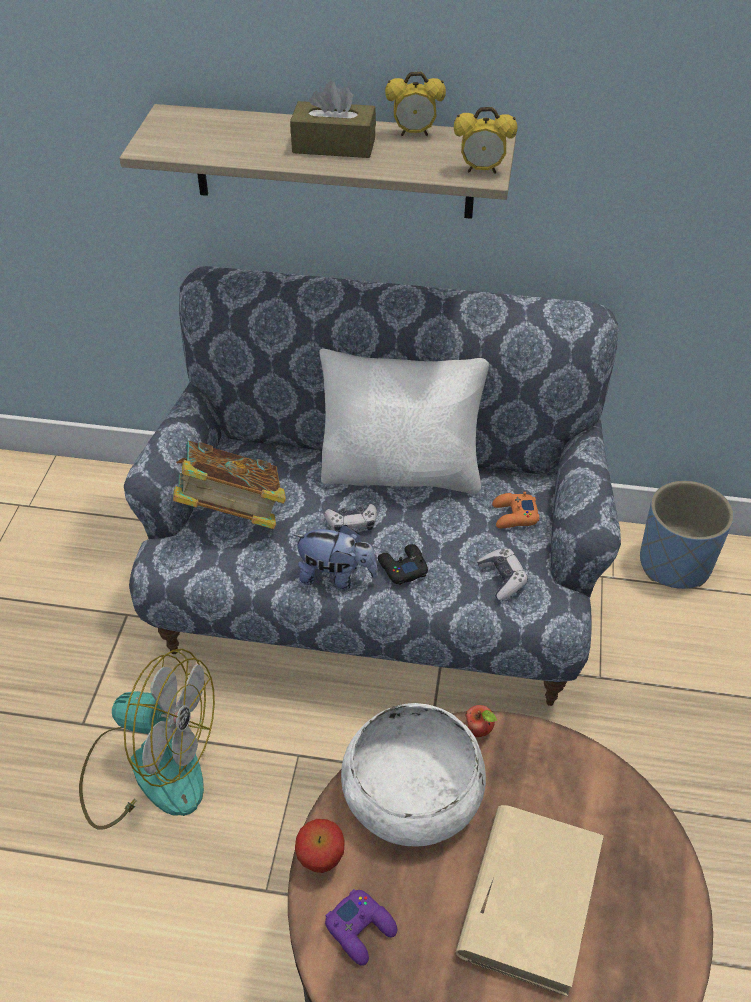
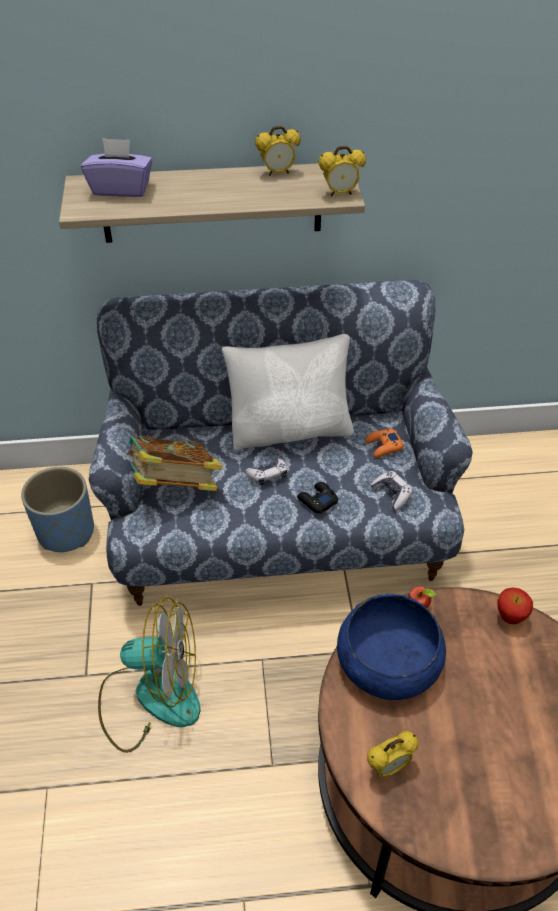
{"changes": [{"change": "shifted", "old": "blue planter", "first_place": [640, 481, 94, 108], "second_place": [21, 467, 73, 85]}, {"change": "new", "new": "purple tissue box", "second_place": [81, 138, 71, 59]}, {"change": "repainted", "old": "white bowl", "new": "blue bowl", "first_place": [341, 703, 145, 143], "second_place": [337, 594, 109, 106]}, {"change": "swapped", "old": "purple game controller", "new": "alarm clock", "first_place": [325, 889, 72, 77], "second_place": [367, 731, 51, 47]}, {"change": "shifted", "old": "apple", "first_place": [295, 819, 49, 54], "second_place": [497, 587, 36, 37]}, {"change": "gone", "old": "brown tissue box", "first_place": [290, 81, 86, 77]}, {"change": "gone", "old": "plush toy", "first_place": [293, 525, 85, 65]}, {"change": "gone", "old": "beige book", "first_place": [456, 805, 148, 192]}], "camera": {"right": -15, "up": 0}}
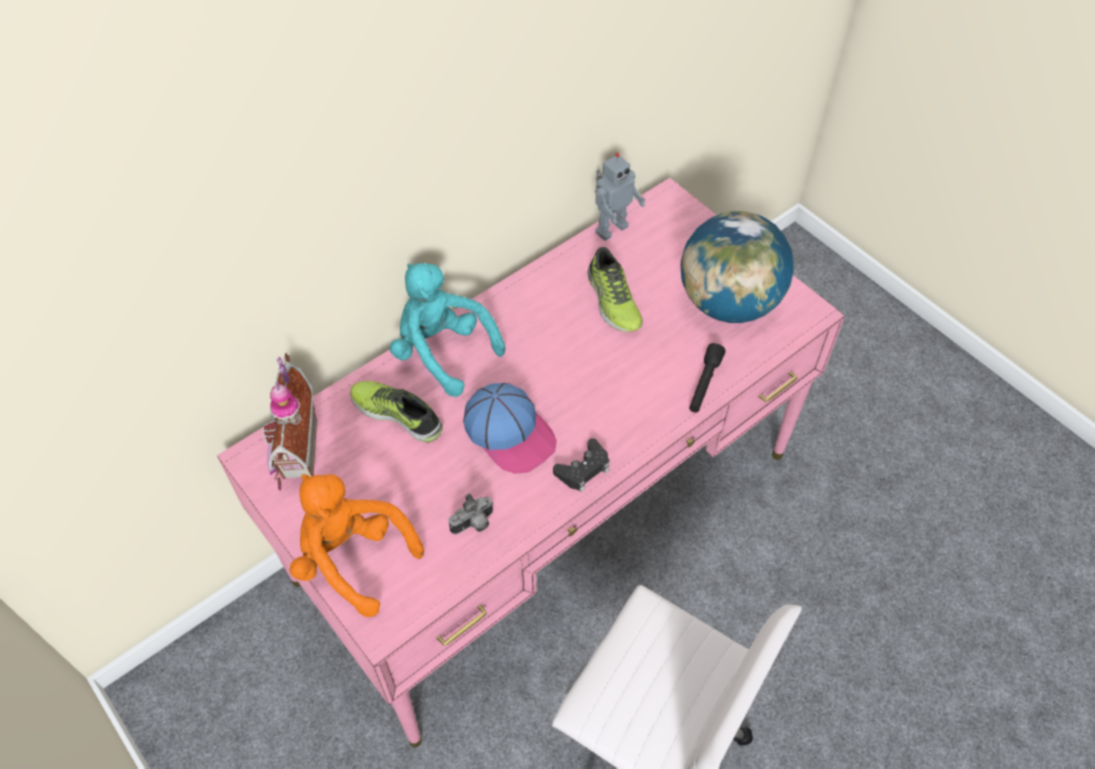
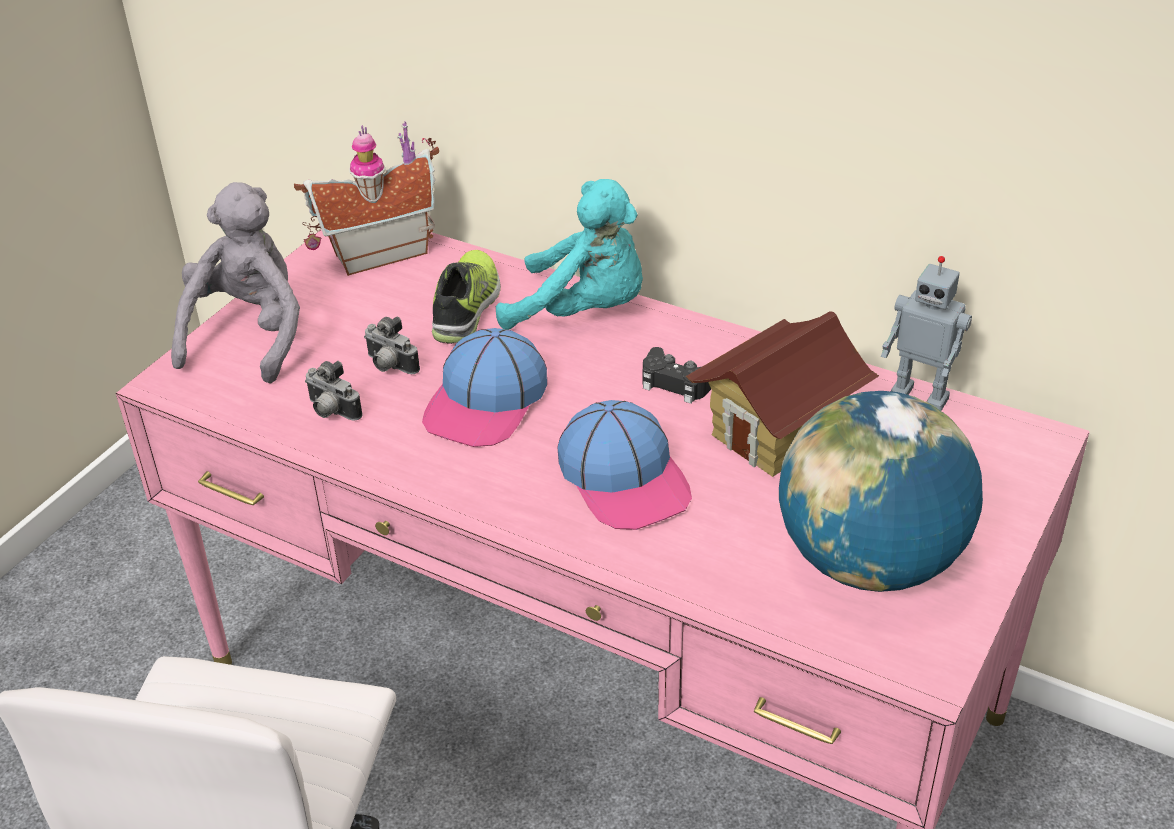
{"changes": [{"change": "repainted", "old": "orange plush toy", "new": "grey plush toy", "first_place": [290, 474, 134, 143], "second_place": [171, 182, 129, 201]}, {"change": "new", "new": "photo camera", "second_place": [364, 316, 56, 58]}, {"change": "rotated", "old": "turquoise plush toy", "first_place": [390, 263, 115, 134], "second_place": [496, 179, 147, 151], "degrees": 90}, {"change": "new", "new": "cap", "second_place": [558, 400, 134, 130]}, {"change": "shifted", "old": "black game controller", "first_place": [553, 438, 57, 54], "second_place": [643, 347, 68, 57]}, {"change": "swapped", "old": "shoe", "new": "toy house", "first_place": [588, 247, 55, 85], "second_place": [686, 311, 193, 166]}, {"change": "gone", "old": "black flashlight", "first_place": [689, 343, 37, 70]}], "camera": {"right": 70, "up": -15}}
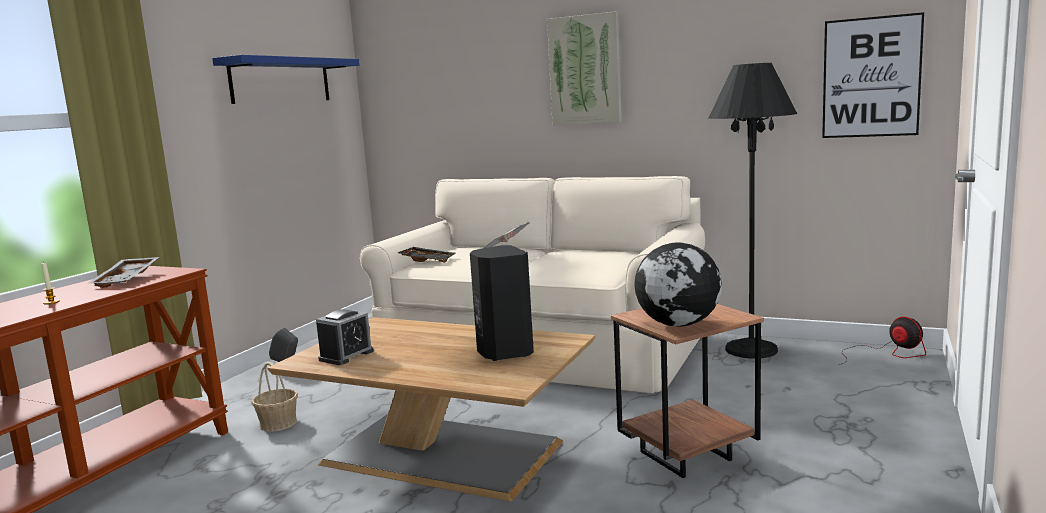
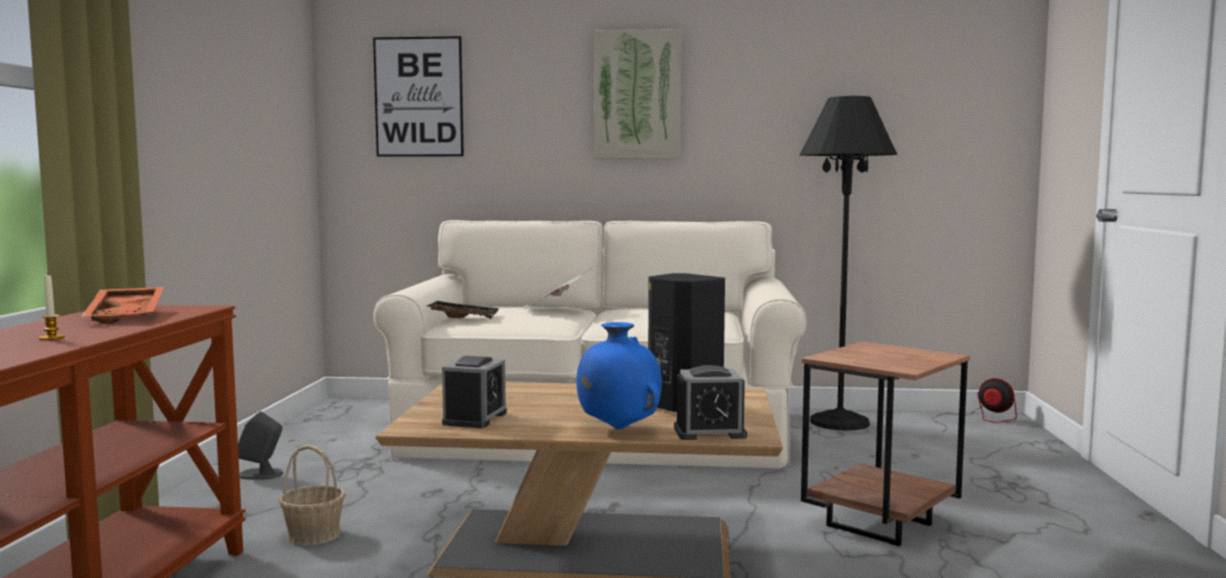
{"changes": [{"change": "repainted", "old": "grey tray", "new": "orange tray", "first_place": [87, 257, 72, 31], "second_place": [81, 287, 83, 37]}, {"change": "shifted", "old": "picture", "first_place": [822, 12, 102, 126], "second_place": [373, 36, 91, 121]}, {"change": "new", "new": "blue vase", "second_place": [576, 322, 86, 107]}, {"change": "new", "new": "alarm clock", "second_place": [674, 365, 73, 75]}, {"change": "gone", "old": "blue shelf", "first_place": [212, 55, 148, 49]}, {"change": "gone", "old": "globe", "first_place": [634, 243, 88, 83]}], "camera": {"right": -20, "up": -5}}
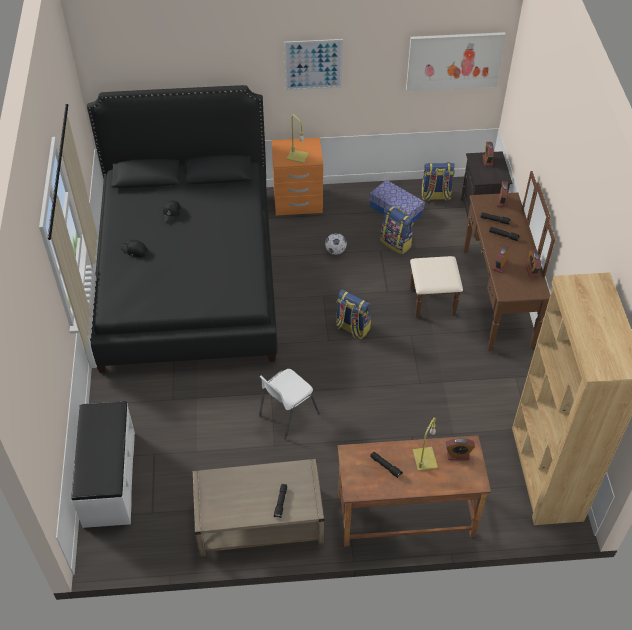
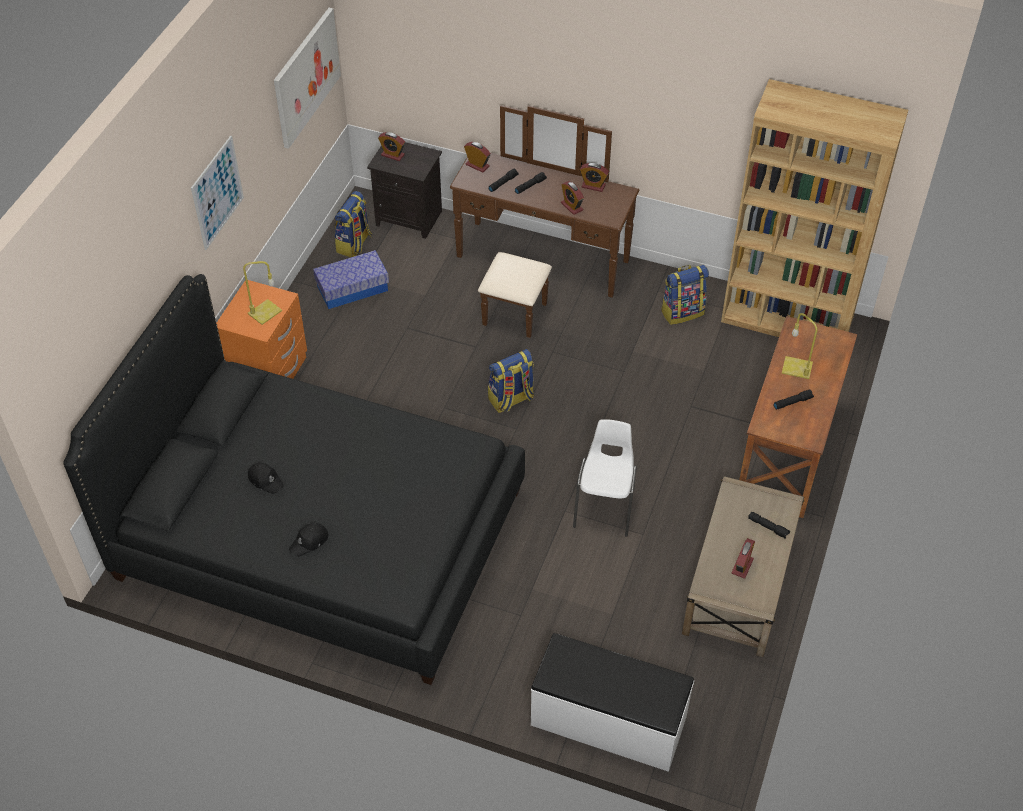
{"changes": [{"change": "rotated", "old": "white chair", "first_place": [259, 369, 61, 71], "second_place": [573, 419, 64, 118], "degrees": -150}, {"change": "shifted", "old": "backpack", "first_place": [380, 205, 34, 50], "second_place": [661, 265, 48, 60]}, {"change": "shifted", "old": "alarm clock", "first_place": [446, 438, 29, 22], "second_place": [732, 538, 23, 41]}, {"change": "gone", "old": "football", "first_place": [325, 233, 22, 22]}], "camera": {"right": -65, "up": 0}}
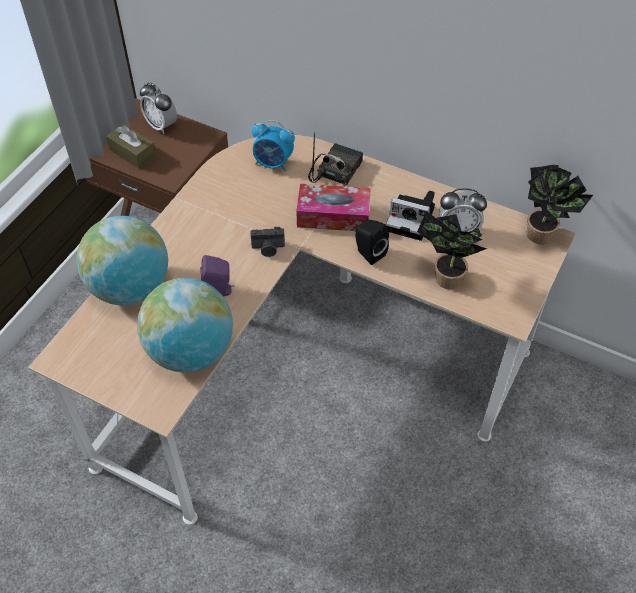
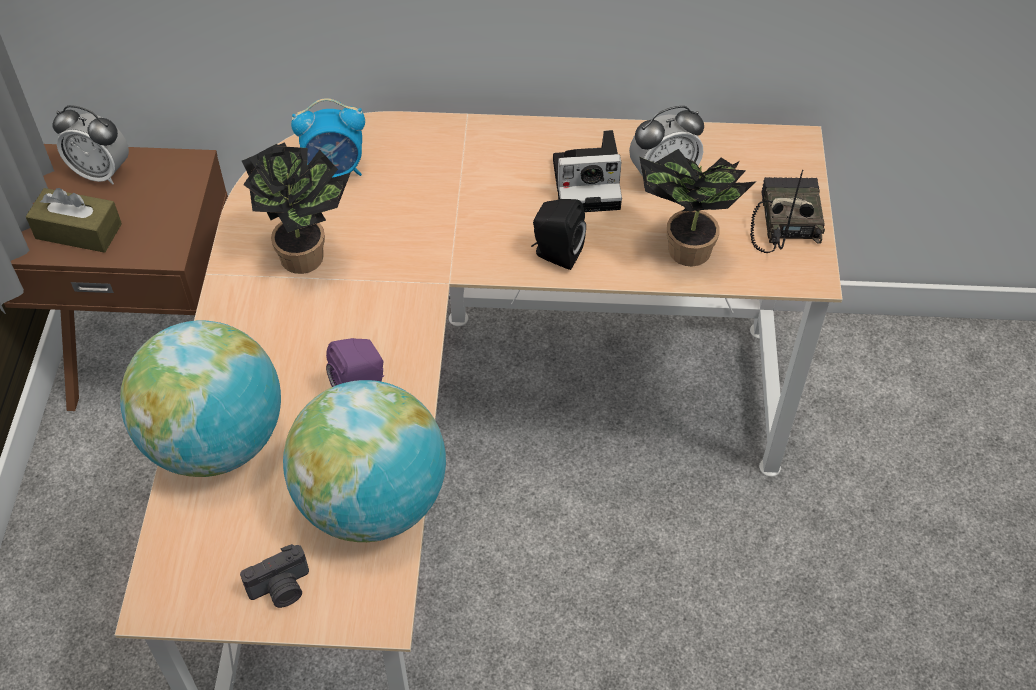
{"changes": [{"change": "shifted", "old": "photo camera", "first_place": [250, 227, 35, 30], "second_place": [240, 544, 69, 64]}, {"change": "shifted", "old": "potted plant", "first_place": [527, 164, 66, 80], "second_place": [242, 142, 109, 132]}, {"change": "shifted", "old": "radio", "first_place": [308, 132, 55, 54], "second_place": [750, 170, 75, 83]}, {"change": "gone", "old": "tissue box", "first_place": [296, 184, 75, 47]}], "camera": {"right": -25, "up": 0}}
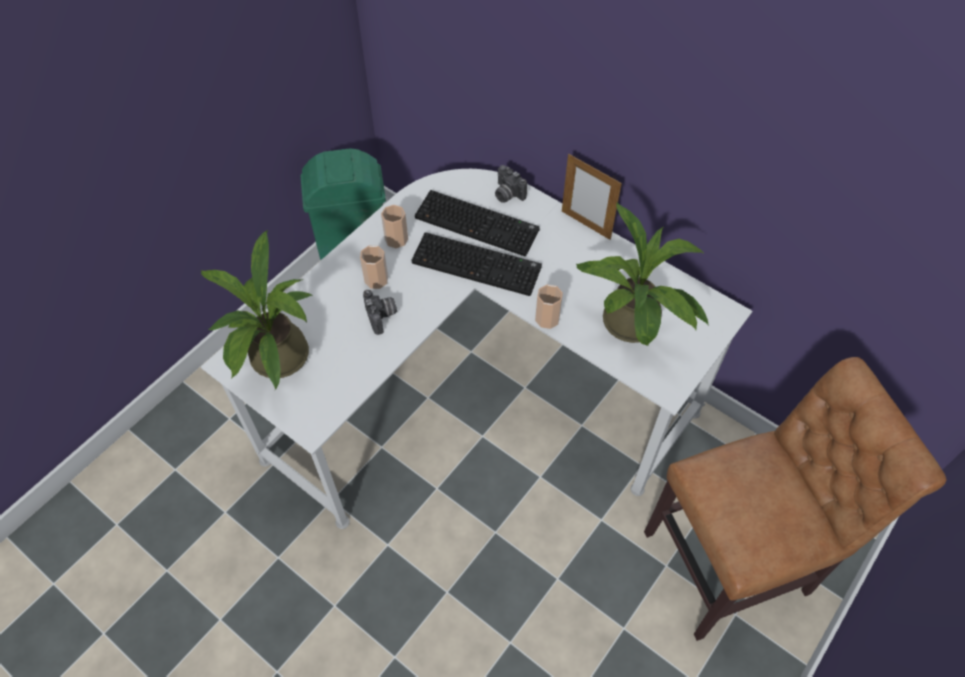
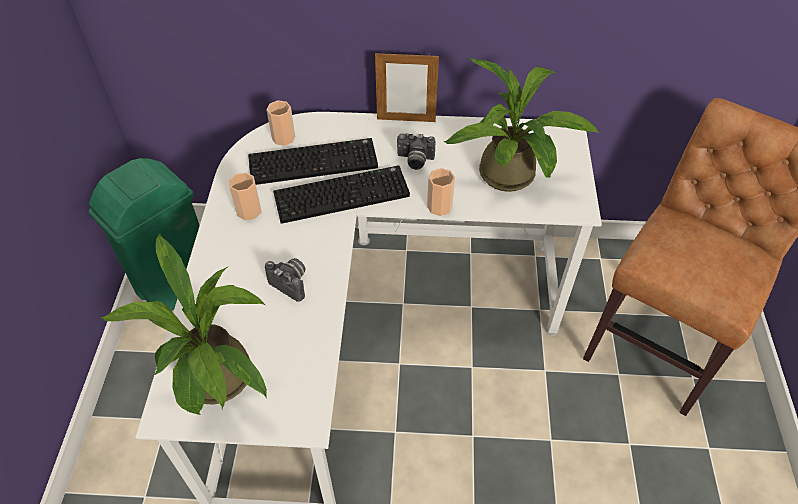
{"changes": [{"change": "shifted", "old": "cup", "first_place": [360, 246, 28, 43], "second_place": [266, 100, 29, 46]}, {"change": "shifted", "old": "photo camera", "first_place": [495, 165, 32, 38], "second_place": [397, 133, 38, 37]}], "camera": {"right": -35, "up": -5}}
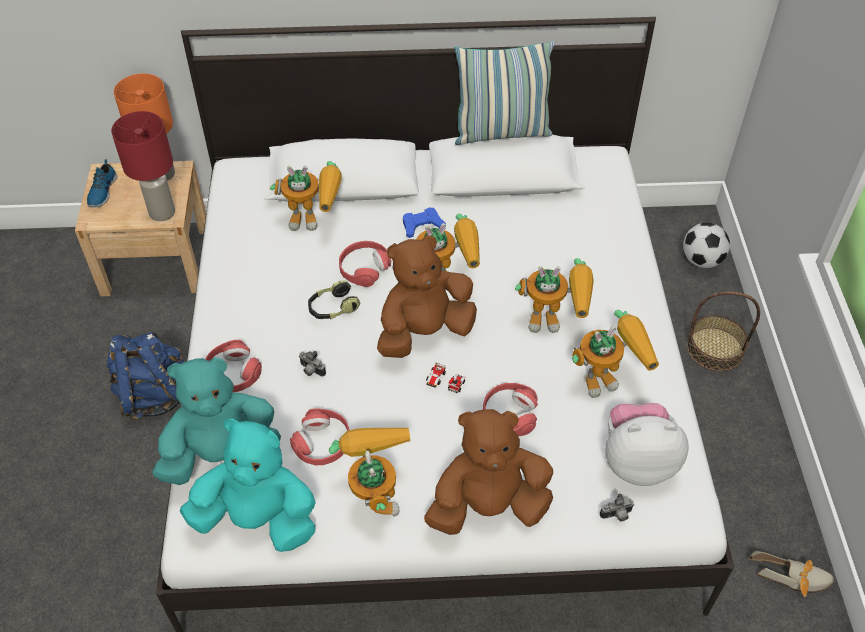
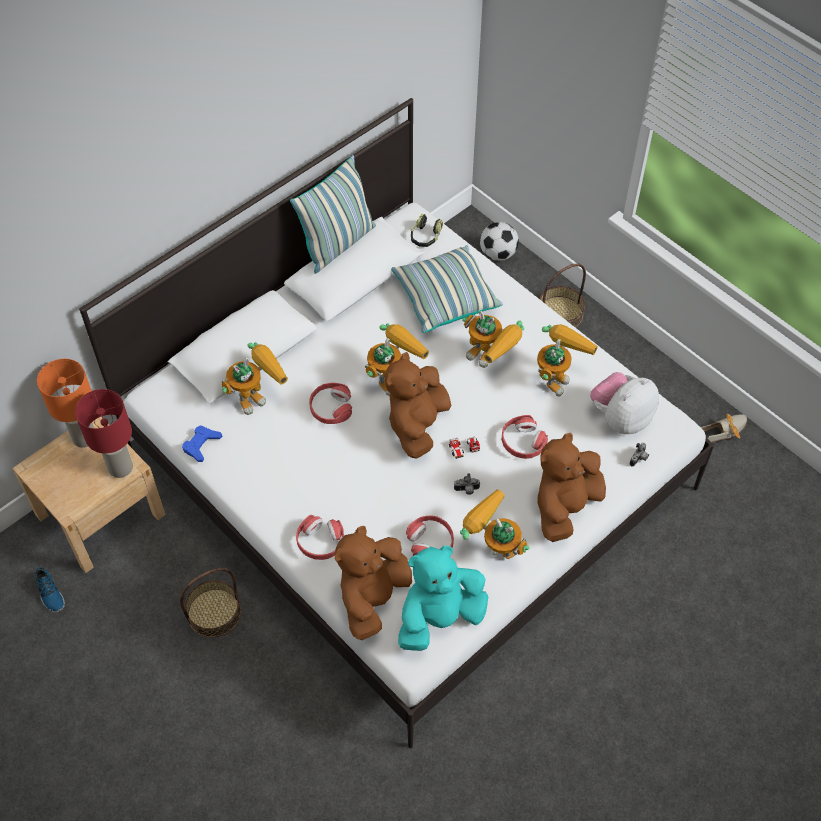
{"changes": [{"change": "shifted", "old": "shoe", "first_place": [87, 160, 31, 48], "second_place": [35, 566, 30, 47]}, {"change": "swapped", "old": "blue backpack", "new": "basket", "first_place": [107, 332, 77, 88], "second_place": [180, 568, 61, 70]}, {"change": "shifted", "old": "blue game controller", "first_place": [403, 208, 43, 30], "second_place": [182, 425, 41, 37]}, {"change": "repainted", "old": "turquoise plush toy", "new": "brown plush toy", "first_place": [152, 357, 129, 128], "second_place": [335, 526, 77, 114]}, {"change": "new", "new": "pillow", "second_place": [391, 245, 112, 88]}, {"change": "shifted", "old": "headphones", "first_place": [308, 280, 52, 39], "second_place": [411, 214, 32, 33]}, {"change": "shifted", "old": "photo camera", "first_place": [299, 351, 27, 26], "second_place": [454, 473, 26, 22]}, {"change": "rotated", "old": "toy robot", "first_place": [515, 258, 79, 75], "second_place": [462, 311, 62, 57], "degrees": 75}], "camera": {"right": -40, "up": 5}}
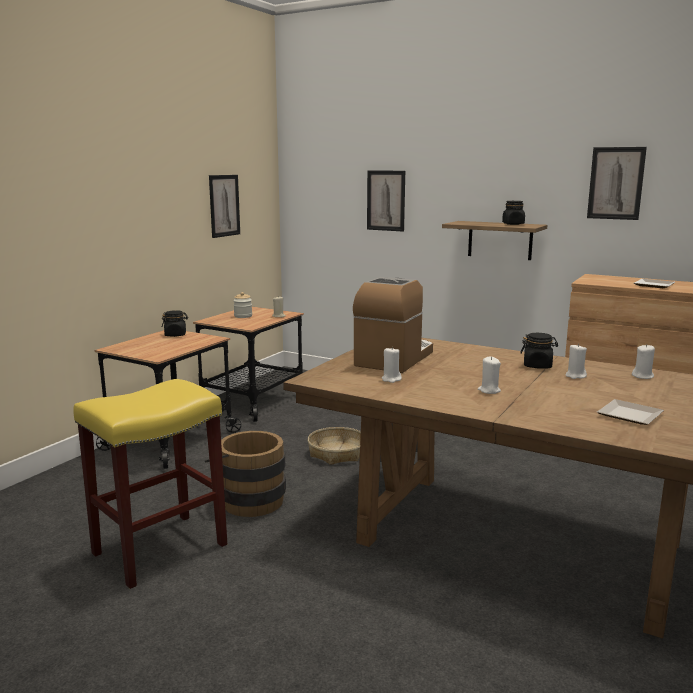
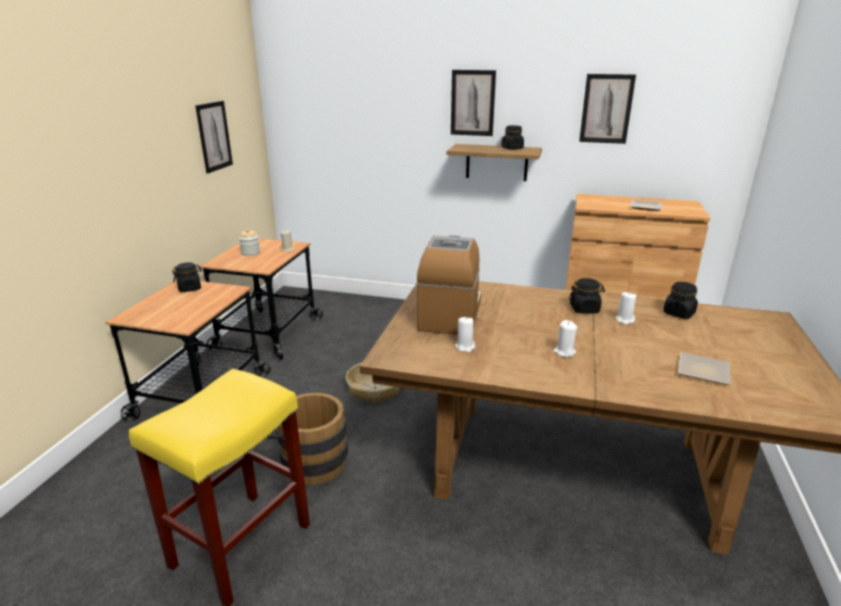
{"changes": [{"change": "shifted", "old": "picture", "first_place": [367, 170, 38, 61], "second_place": [451, 70, 45, 66]}, {"change": "swapped", "old": "white candle", "new": "black jar", "first_place": [632, 344, 23, 35], "second_place": [663, 282, 35, 37]}], "camera": {"right": -15, "up": 10}}
